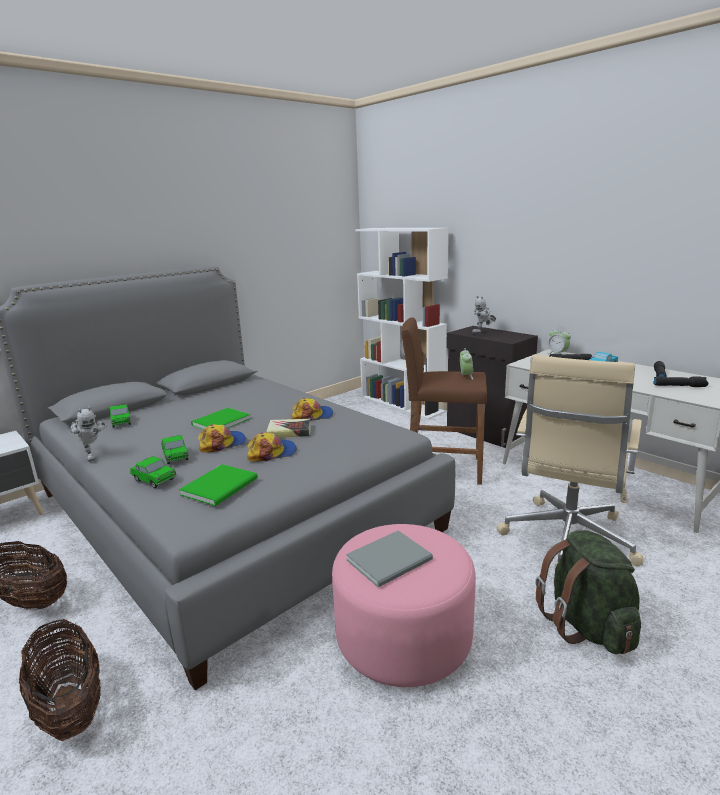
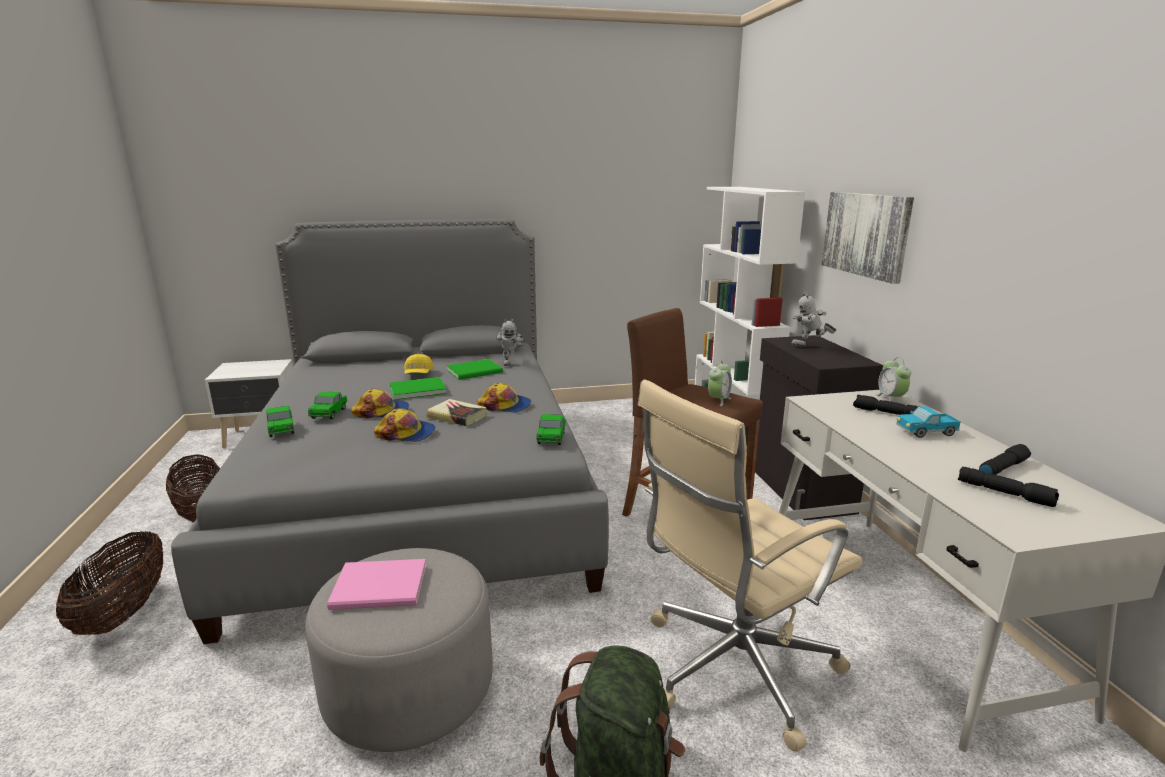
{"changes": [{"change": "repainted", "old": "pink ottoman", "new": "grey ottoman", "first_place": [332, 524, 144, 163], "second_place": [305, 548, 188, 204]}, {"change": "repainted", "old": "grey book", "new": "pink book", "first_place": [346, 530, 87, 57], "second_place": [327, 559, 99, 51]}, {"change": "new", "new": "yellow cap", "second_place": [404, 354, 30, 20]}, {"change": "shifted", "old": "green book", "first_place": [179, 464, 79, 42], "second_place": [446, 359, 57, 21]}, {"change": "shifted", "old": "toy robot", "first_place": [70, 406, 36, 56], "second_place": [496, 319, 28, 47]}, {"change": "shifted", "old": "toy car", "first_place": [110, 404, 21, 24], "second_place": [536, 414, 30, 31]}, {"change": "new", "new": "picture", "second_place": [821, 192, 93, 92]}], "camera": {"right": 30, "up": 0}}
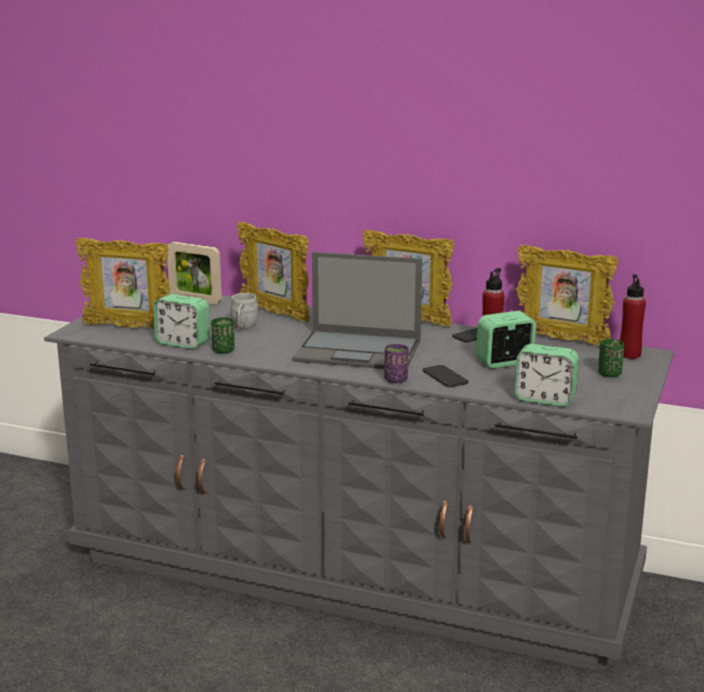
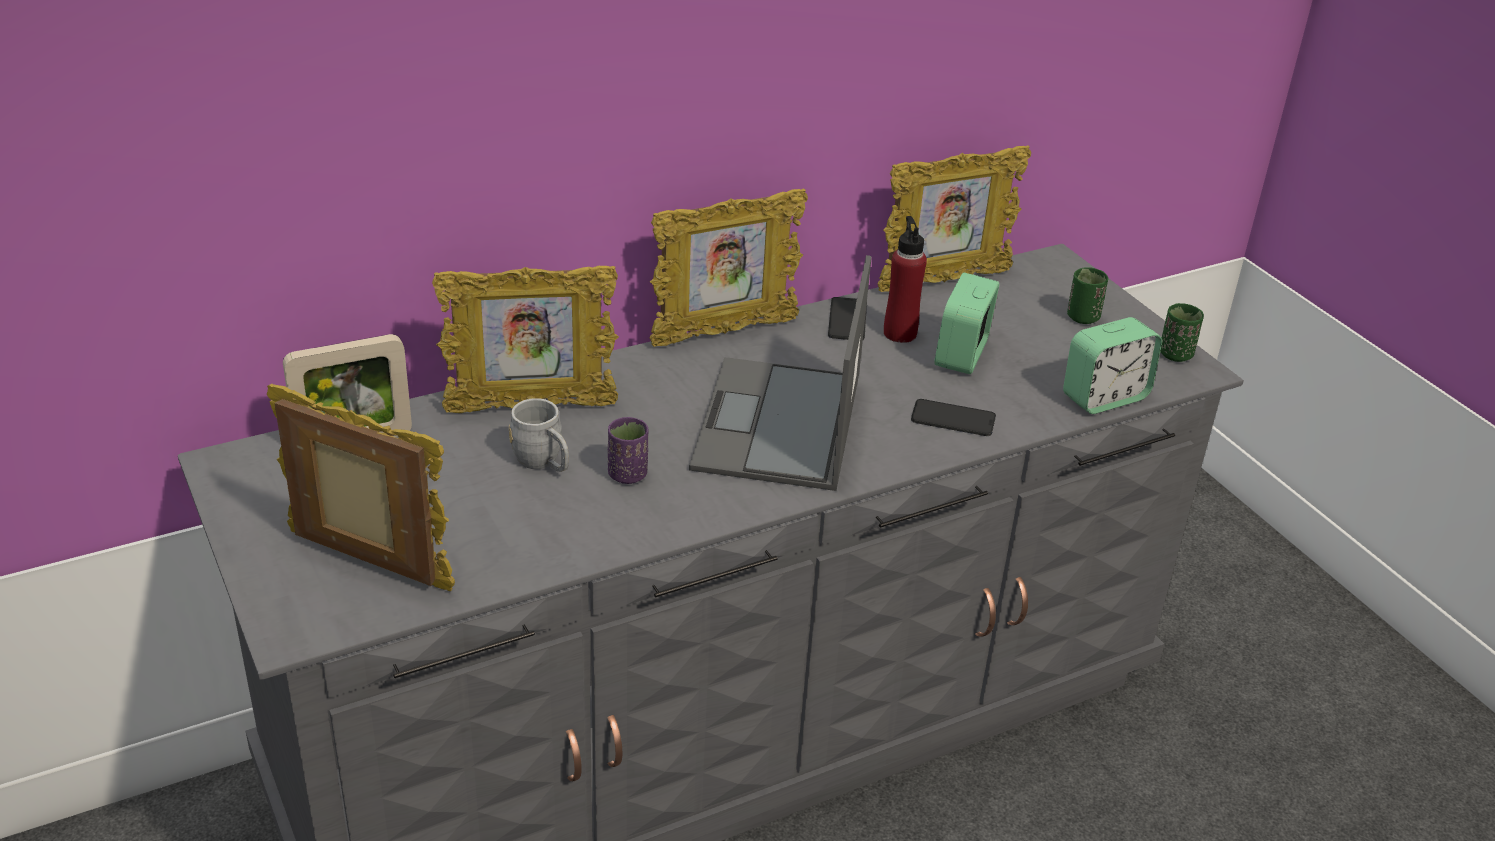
{"changes": [{"change": "rotated", "old": "picture frame", "first_place": [75, 238, 96, 91], "second_place": [267, 384, 188, 207], "degrees": -120}, {"change": "shifted", "old": "purple cup", "first_place": [384, 344, 25, 39], "second_place": [608, 417, 40, 67]}, {"change": "rotated", "old": "laptop", "first_place": [292, 252, 130, 117], "second_place": [689, 255, 183, 236], "degrees": 135}, {"change": "shifted", "old": "green cup", "first_place": [211, 317, 23, 37], "second_place": [1160, 303, 44, 59]}, {"change": "gone", "old": "alarm clock", "first_place": [153, 294, 57, 55]}, {"change": "gone", "old": "red bottle", "first_place": [620, 274, 26, 85]}], "camera": {"right": -50, "up": 15}}
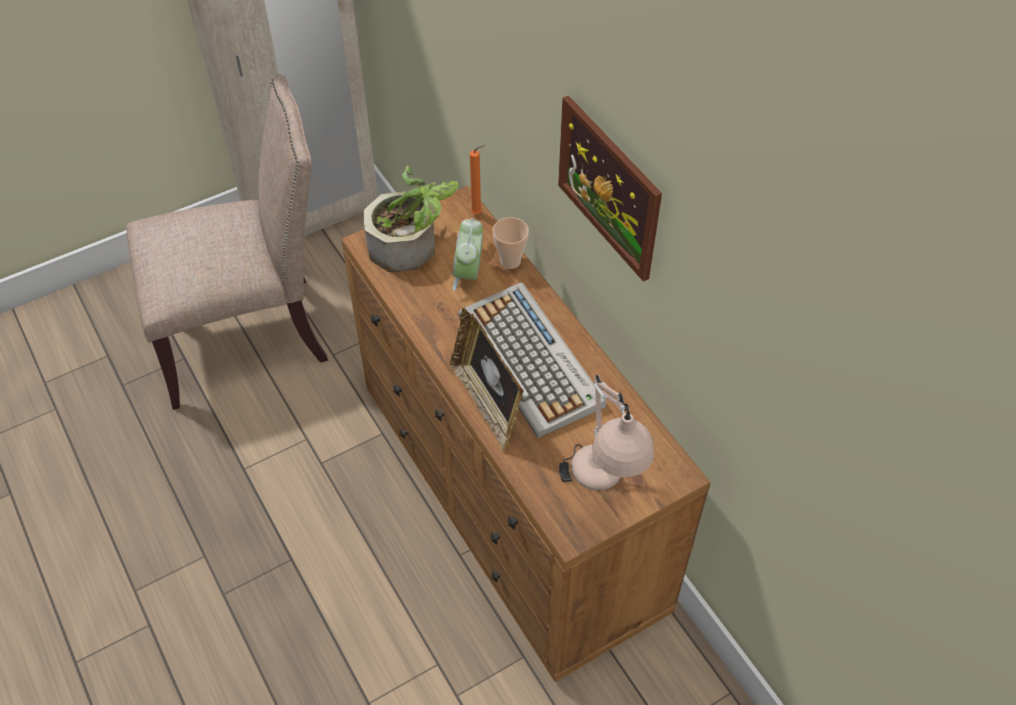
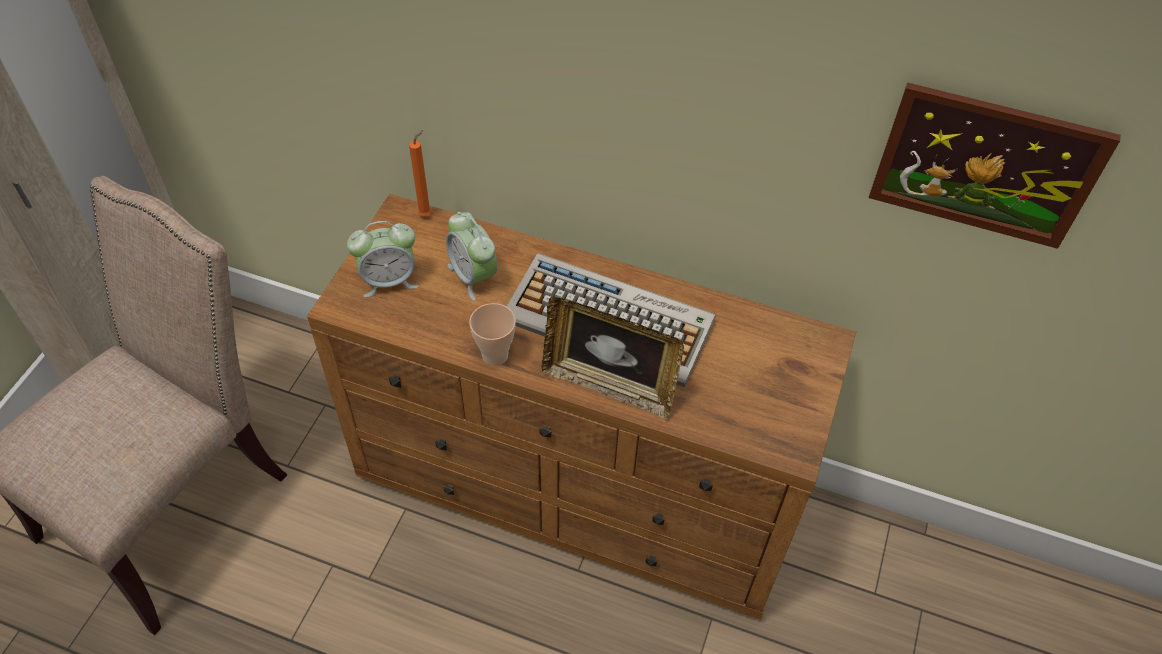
{"changes": [{"change": "swapped", "old": "potted plant", "new": "alarm clock", "first_place": [363, 166, 96, 106], "second_place": [347, 221, 72, 76]}, {"change": "shifted", "old": "cup", "first_place": [493, 217, 36, 52], "second_place": [469, 303, 47, 63]}, {"change": "shifted", "old": "picture", "first_place": [558, 95, 104, 187], "second_place": [869, 82, 252, 167]}, {"change": "gone", "old": "beige table lamp", "first_place": [559, 374, 95, 116]}], "camera": {"right": -40, "up": 0}}
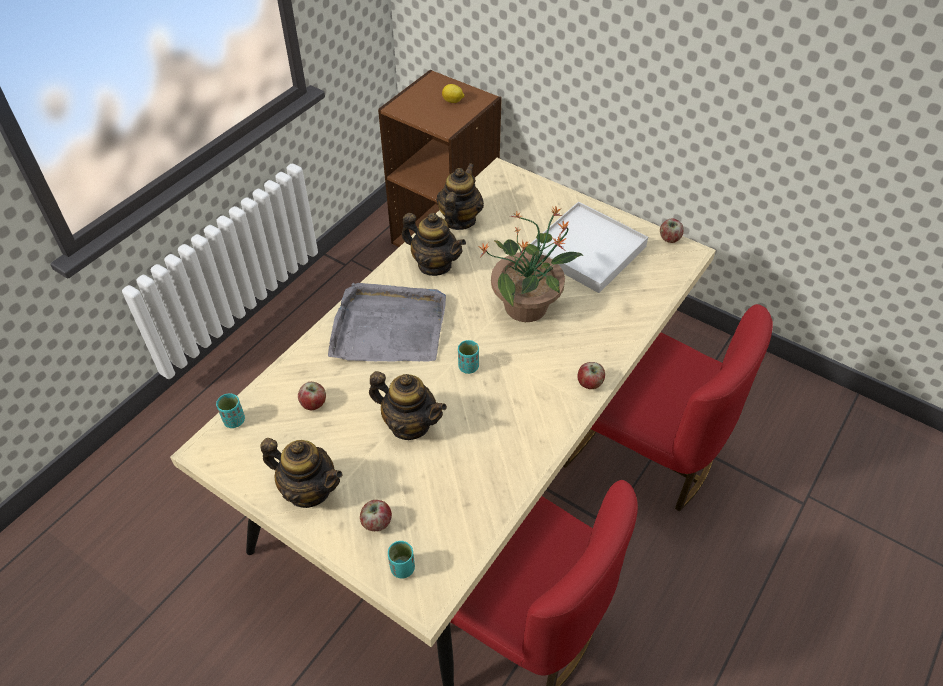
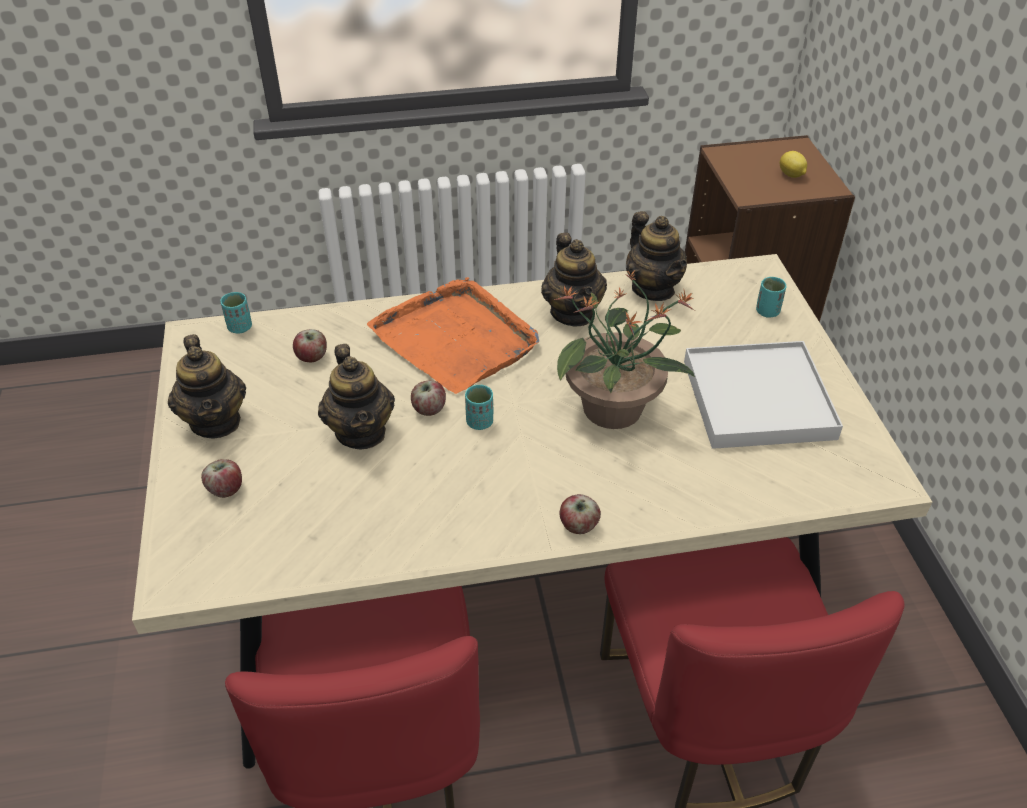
{"changes": [{"change": "repainted", "old": "grey tray", "new": "orange tray", "first_place": [328, 283, 118, 79], "second_place": [367, 277, 172, 117]}, {"change": "shifted", "old": "apple", "first_place": [660, 219, 24, 24], "second_place": [411, 380, 35, 36]}, {"change": "rotated", "old": "teapot", "first_place": [436, 163, 48, 67], "second_place": [626, 211, 61, 90], "degrees": 90}, {"change": "shifted", "old": "turquoise cup", "first_place": [388, 541, 27, 38], "second_place": [756, 277, 31, 41]}], "camera": {"right": 45, "up": -5}}
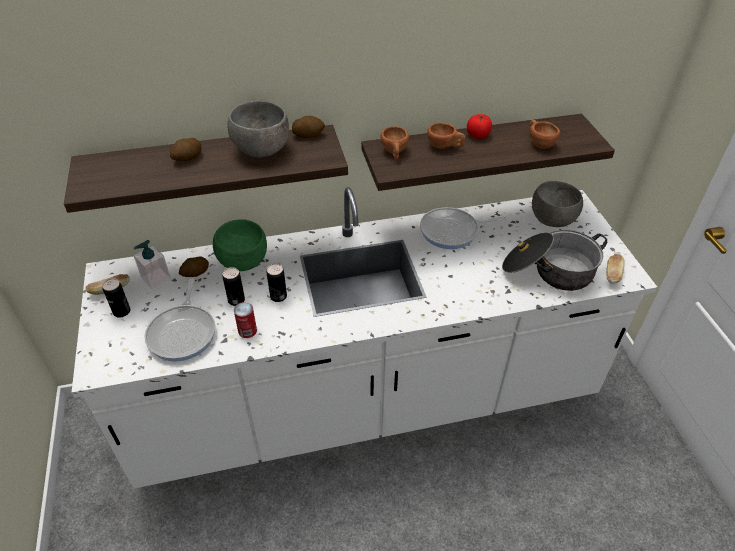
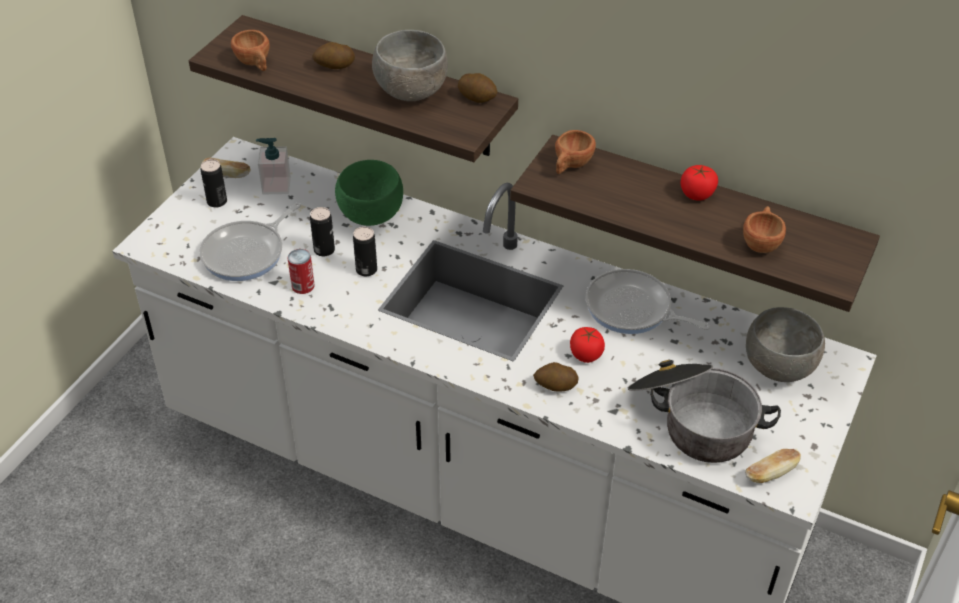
{"changes": [{"change": "shifted", "old": "brown cup", "first_place": [427, 122, 38, 27], "second_place": [231, 30, 39, 41]}, {"change": "shifted", "old": "potato", "first_place": [179, 256, 30, 21], "second_place": [533, 362, 45, 30]}, {"change": "new", "new": "tomato", "second_place": [570, 327, 35, 36]}], "camera": {"right": 40, "up": 0}}
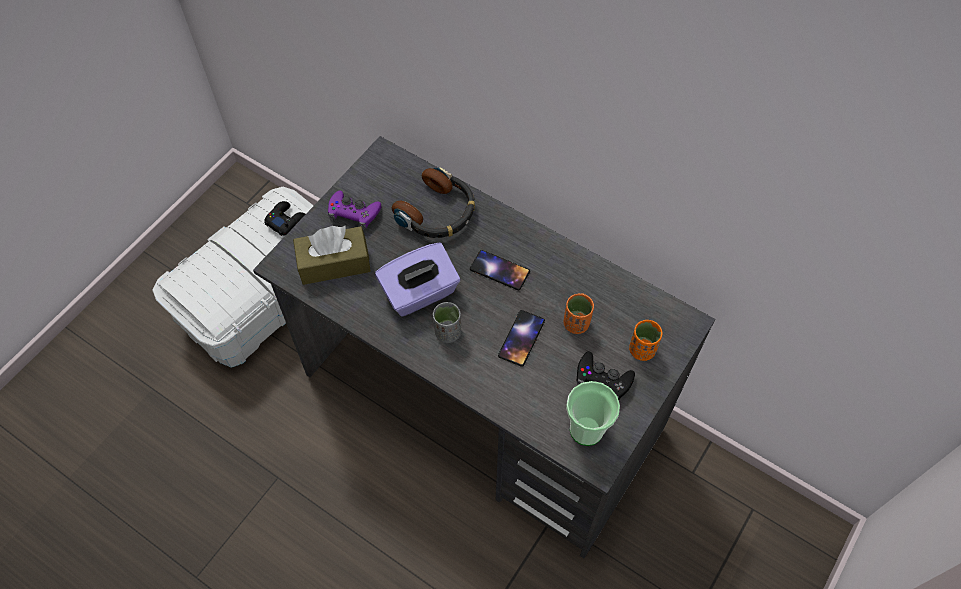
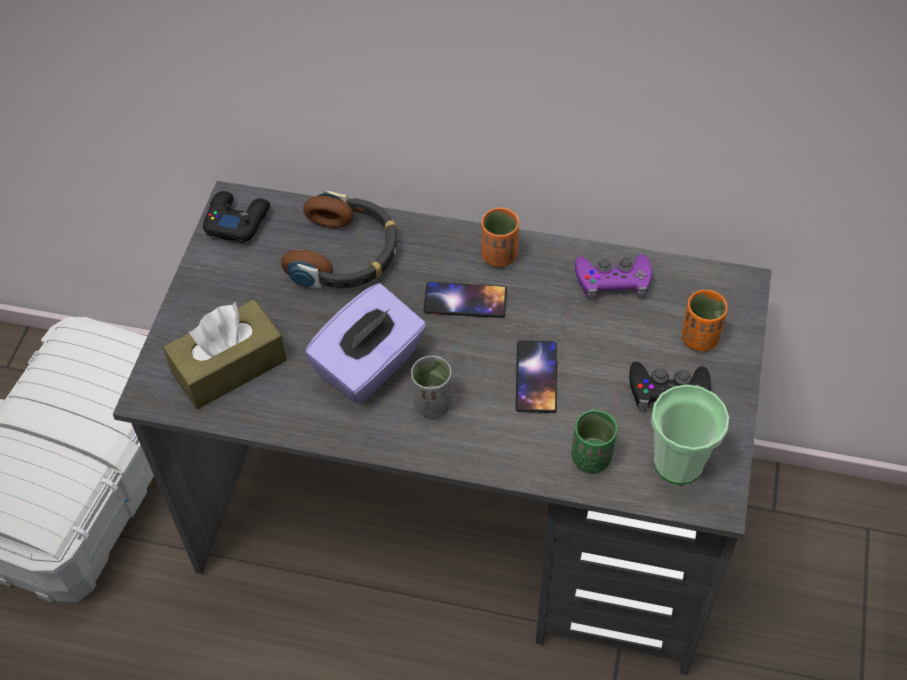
{"changes": [{"change": "shifted", "old": "black game controller", "first_place": [265, 201, 40, 35], "second_place": [203, 191, 67, 52]}, {"change": "shifted", "old": "orange cup", "first_place": [563, 294, 31, 40], "second_place": [481, 207, 38, 60]}, {"change": "new", "new": "green cup", "second_place": [572, 409, 45, 64]}, {"change": "shifted", "old": "purple game controller", "first_place": [328, 190, 53, 40], "second_place": [575, 254, 77, 47]}], "camera": {"right": -20, "up": -5}}
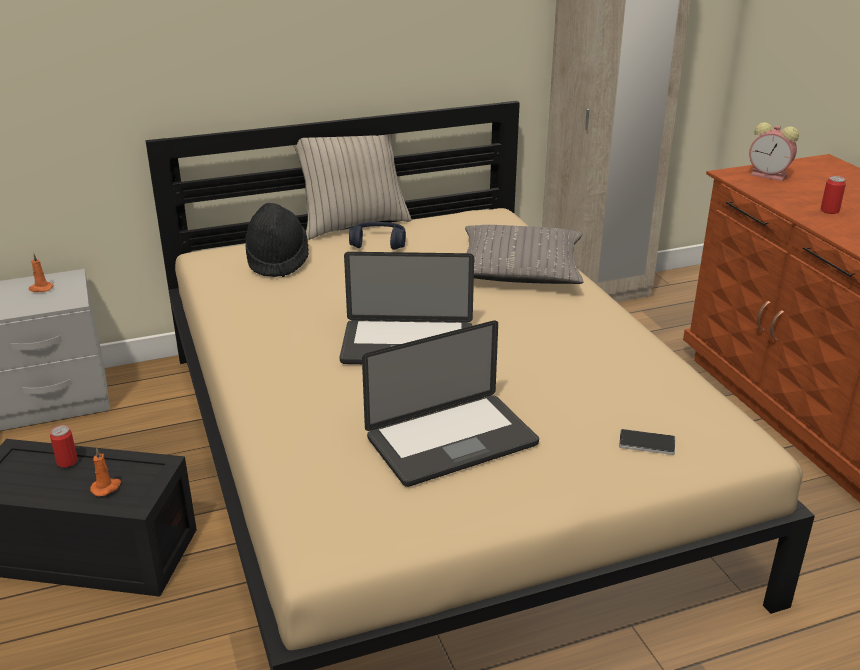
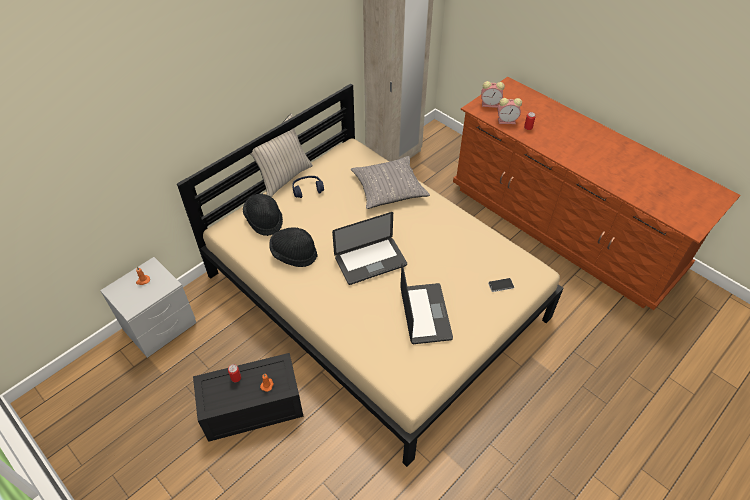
{"changes": [{"change": "new", "new": "black hat", "second_place": [269, 227, 49, 40]}, {"change": "rotated", "old": "laptop", "first_place": [362, 320, 177, 167], "second_place": [400, 263, 53, 81], "degrees": -45}, {"change": "new", "new": "alarm clock", "second_place": [498, 98, 24, 26]}], "camera": {"right": -25, "up": 20}}
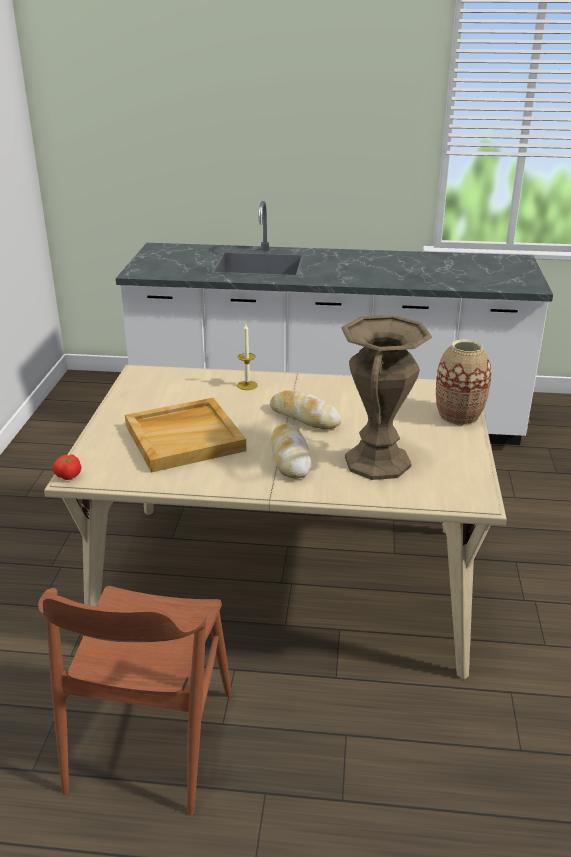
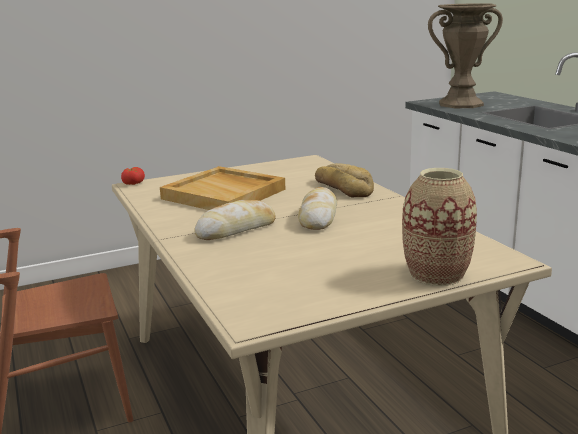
{"changes": [{"change": "swapped", "old": "candle", "new": "bread", "first_place": [237, 324, 21, 66], "second_place": [315, 163, 59, 35]}, {"change": "shifted", "old": "brown vase", "first_place": [341, 315, 91, 165], "second_place": [428, 3, 75, 105]}], "camera": {"right": 60, "up": -10}}
